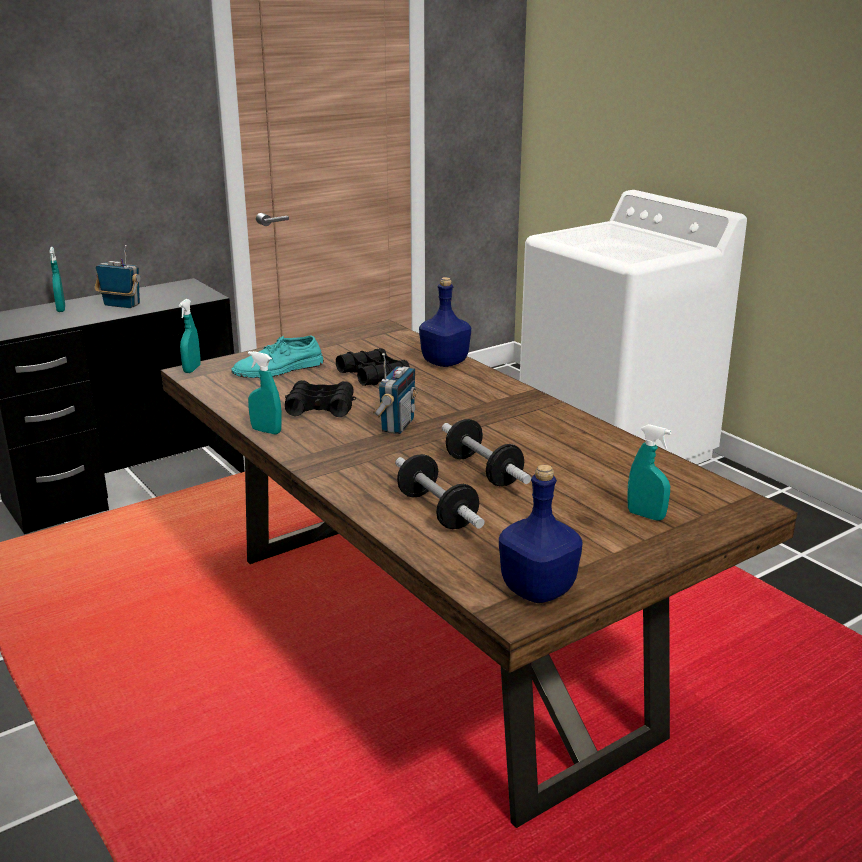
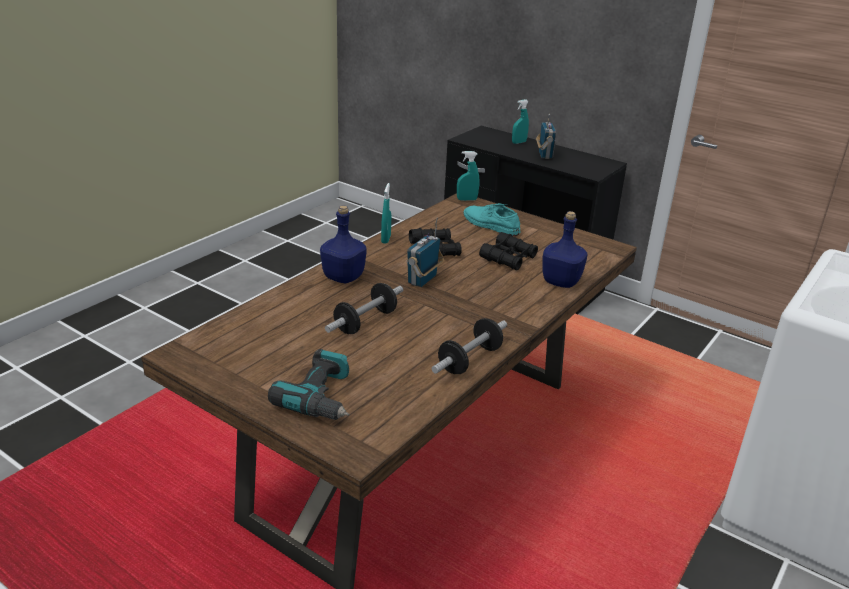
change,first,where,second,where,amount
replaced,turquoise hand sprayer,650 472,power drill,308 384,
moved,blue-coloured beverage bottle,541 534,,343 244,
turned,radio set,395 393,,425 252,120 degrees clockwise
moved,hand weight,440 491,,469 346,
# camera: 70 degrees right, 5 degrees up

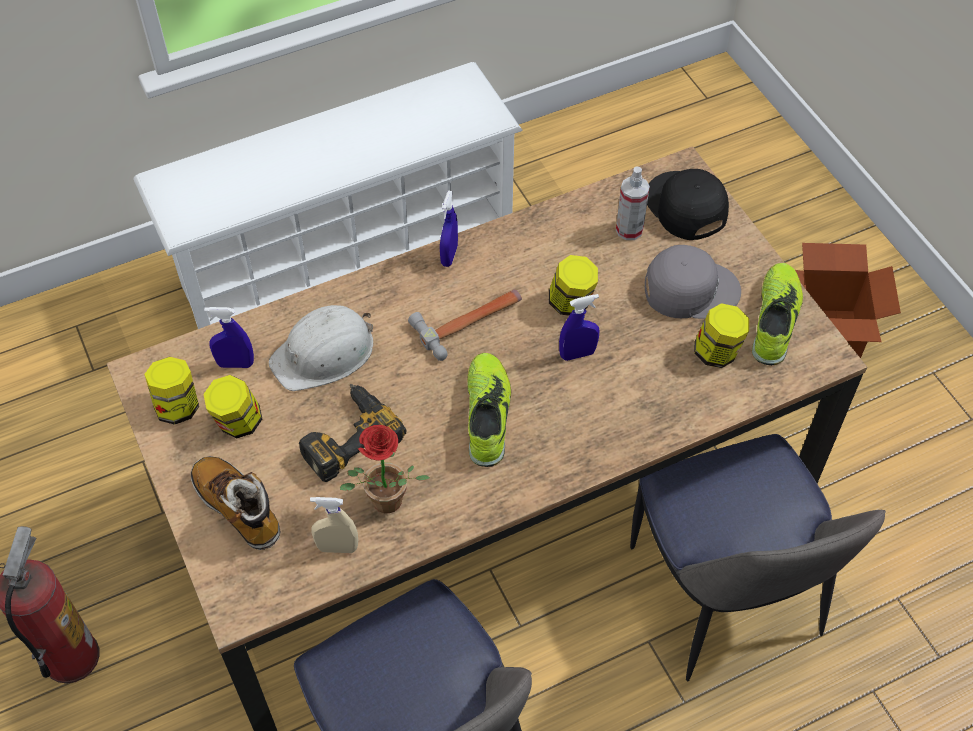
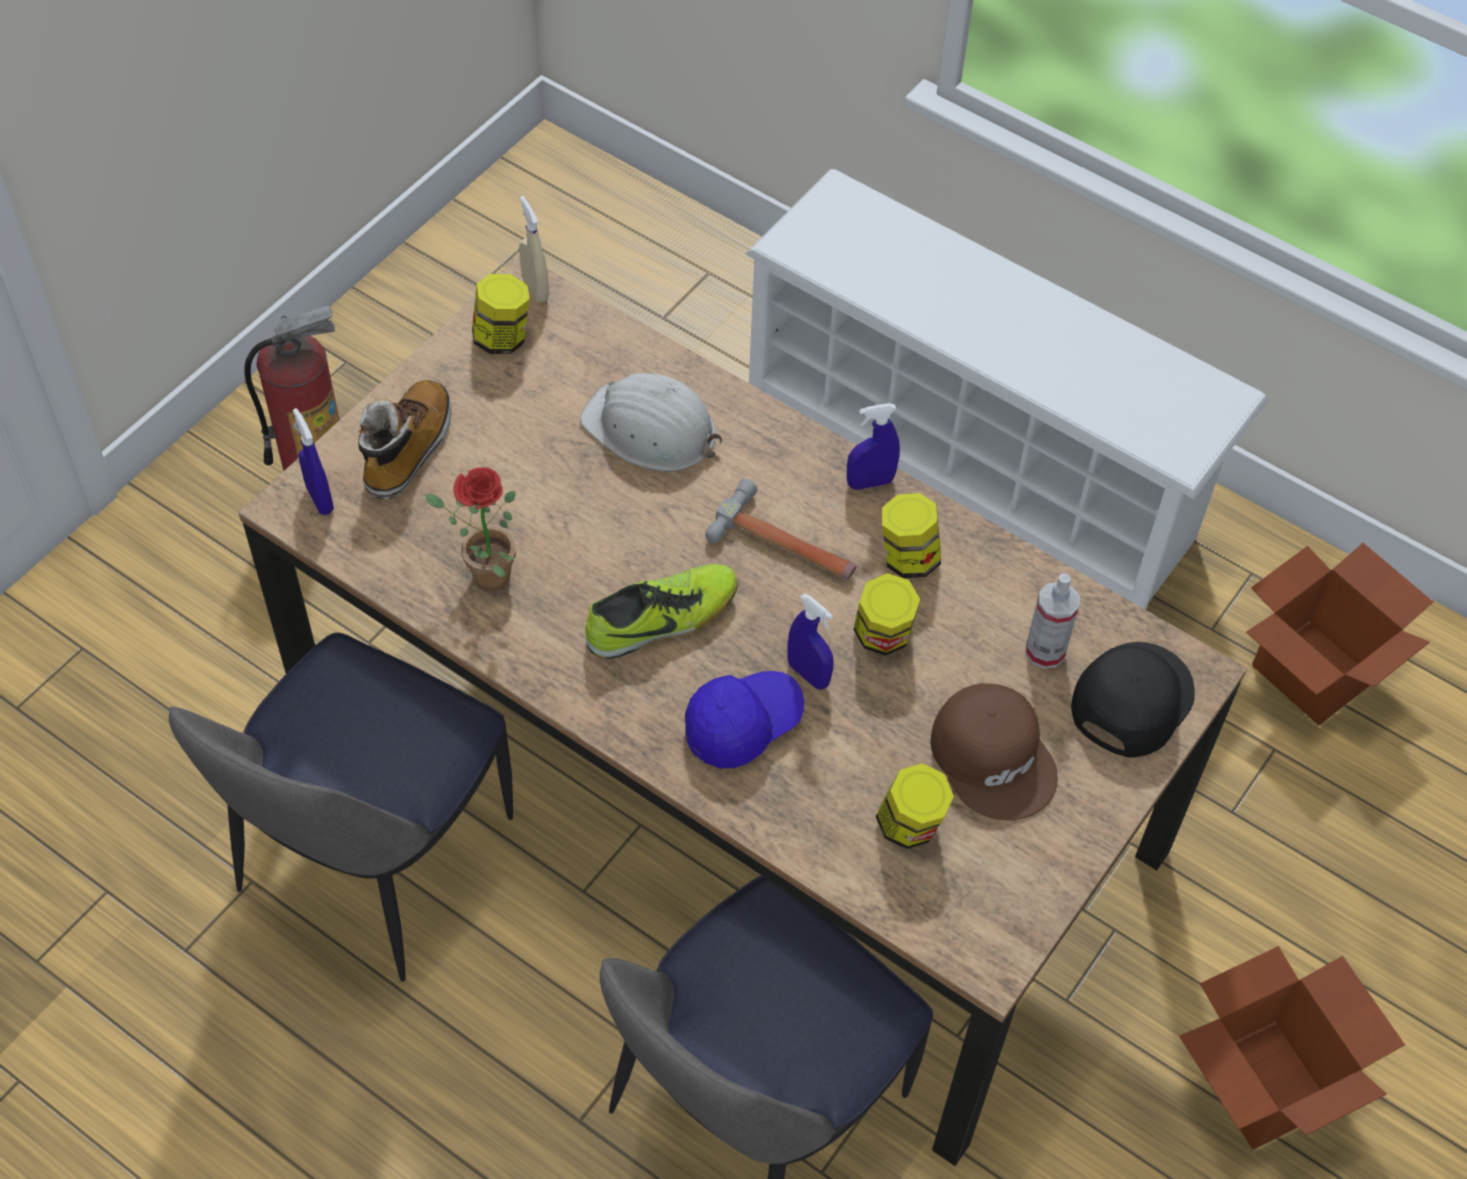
change,first,where,second,where,amount
moved,blue-coloured hand sprayer,229 337,,313 461,
moved,sand-coloured hand sprayer,334 525,,534 249,
added,,,blue-coloured peaked cap,744 719,
moved,jar,232 407,,911 535,
recoloured,greyish peaked cap,693 282,brown-coloured peaked cap,994 751,
added,,,carton,1339 634,
removed,power drill,352 433,,,
removed,shoe,777 314,,,
# camera: 60 degrees right, 0 degrees up

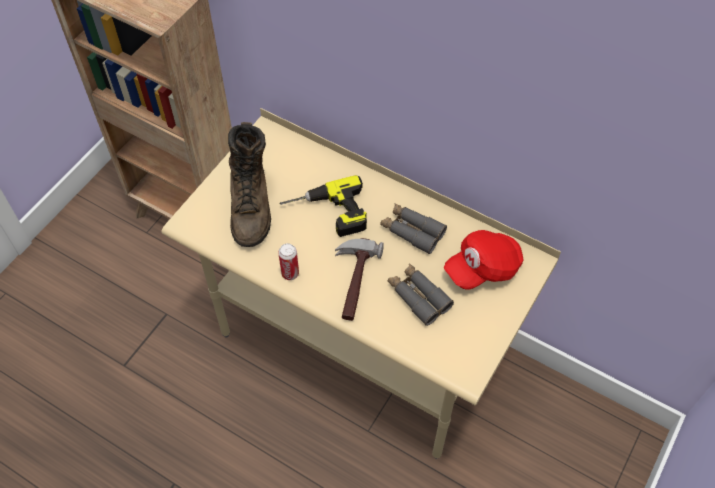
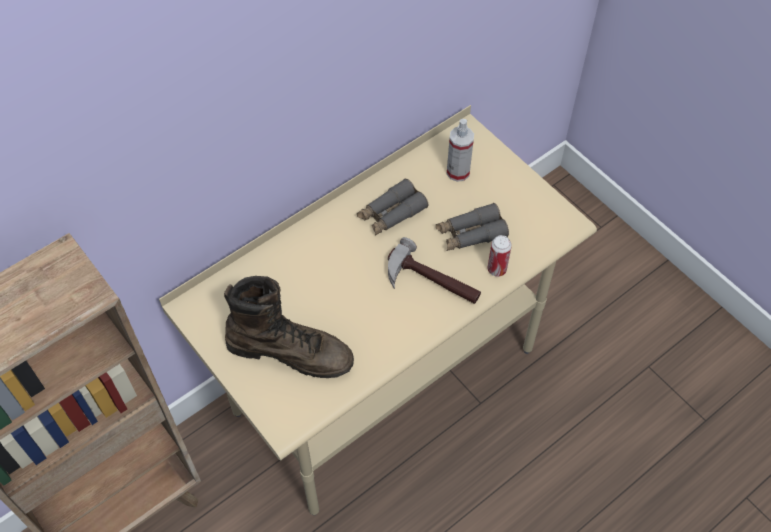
change,first,where,second,where,amount
replaced,red peaked cap,484 260,hand sprayer,460 150,
moved,can,288 261,,500 256,
removed,power drill,323 206,,,
# camera: 70 degrees left, 0 degrees up

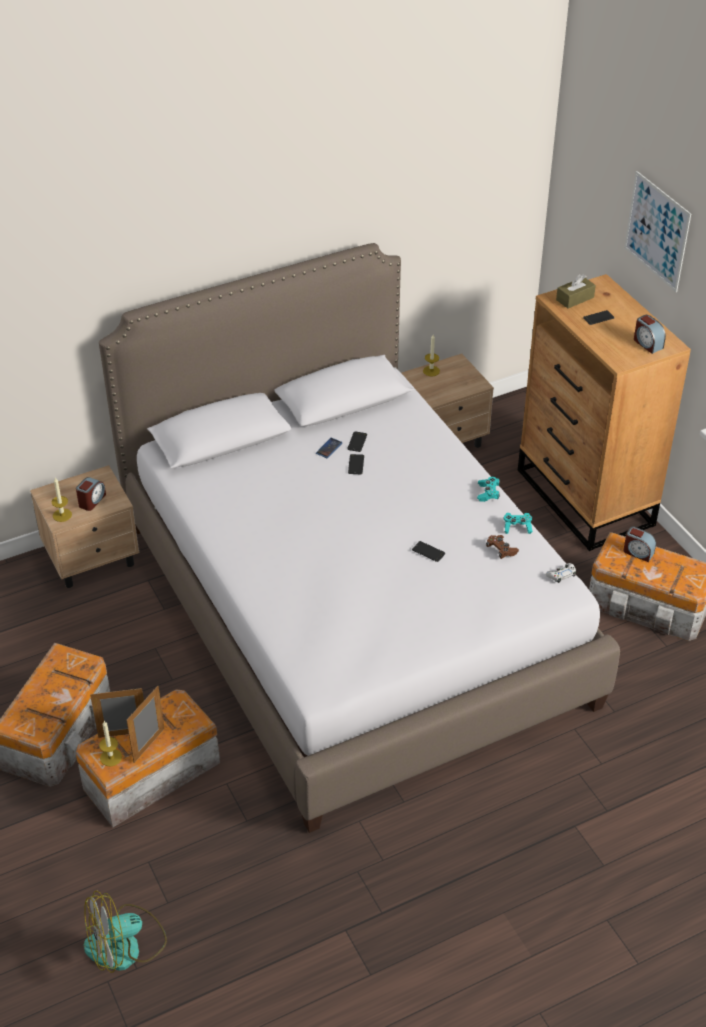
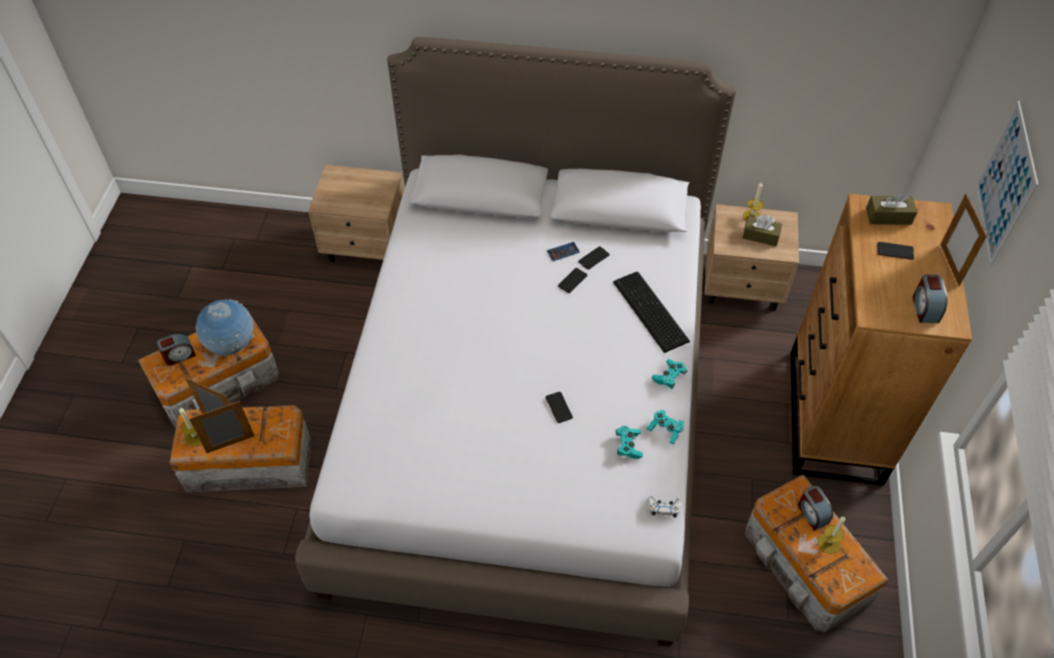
change,first,where,second,where,amount
moved,table clock,91 494,,176 349,
added,,,desk globe,225 327,
added,,,keyboard,651 312,
recoloured,brown-coloured joypad,502 547,turquoise joypad,629 442,
added,,,brown-coloured tissue box,762 230,
moved,wax candle,62 500,,831 535,
added,,,standing frame,963 240,
removed,cooling fan,125 931,,,
# camera: 35 degrees right, 10 degrees up

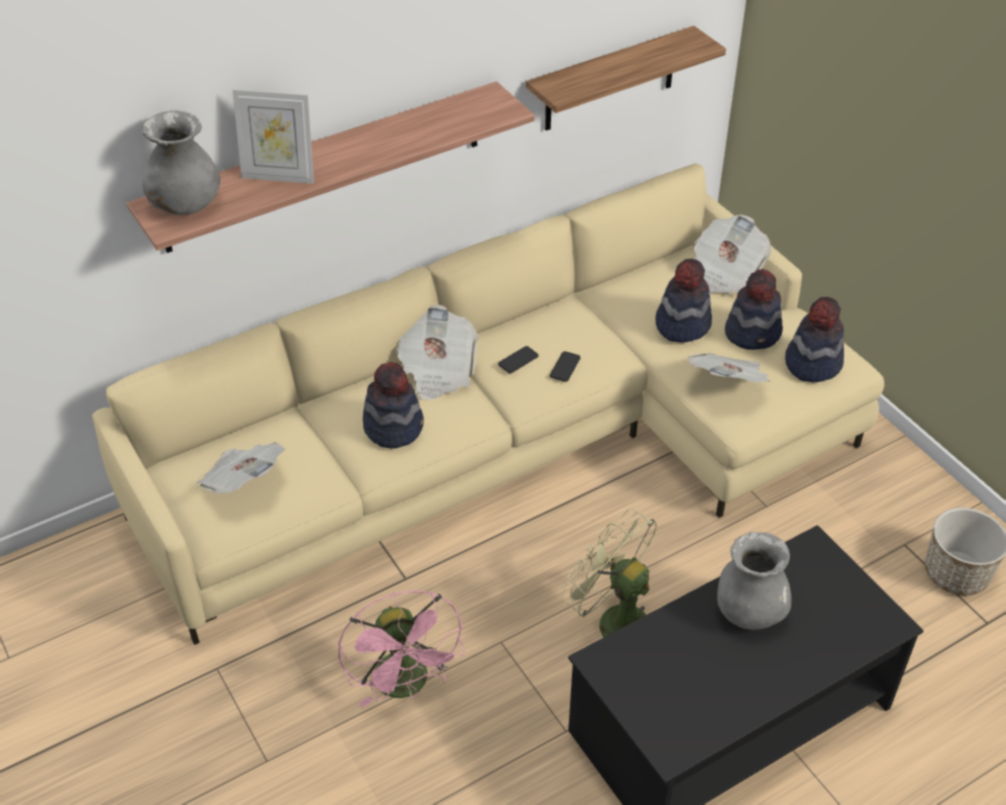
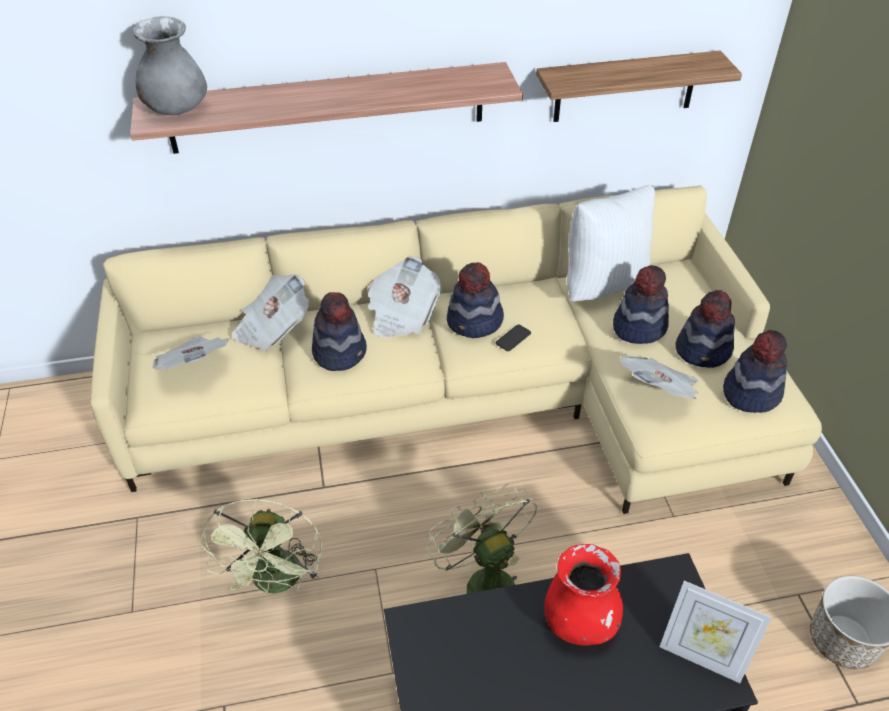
change,first,where,second,where,amount
recoloured,pinkish cooling fan,401 649,green-coloured cooling fan,261 548,
moved,newspaper,732 254,,270 313,
replaced,phone,518 360,wearable hat,475 300,
recoloured,greyish vase,754 581,red vase,583 595,
added,,,white-coloured pillow,611 243,
moved,standing frame,273 137,,716 632,
# camera: 20 degrees right, 0 degrees up

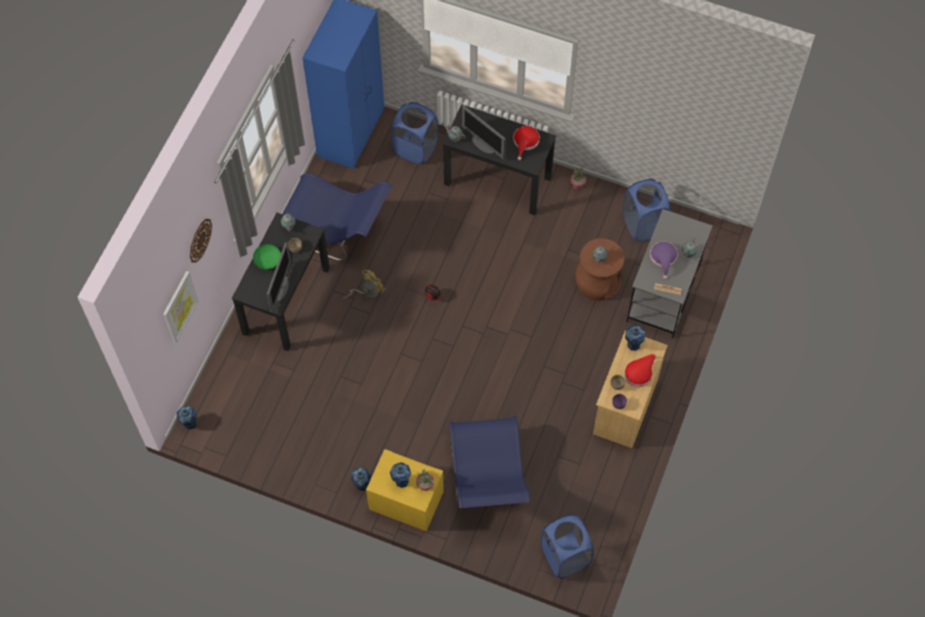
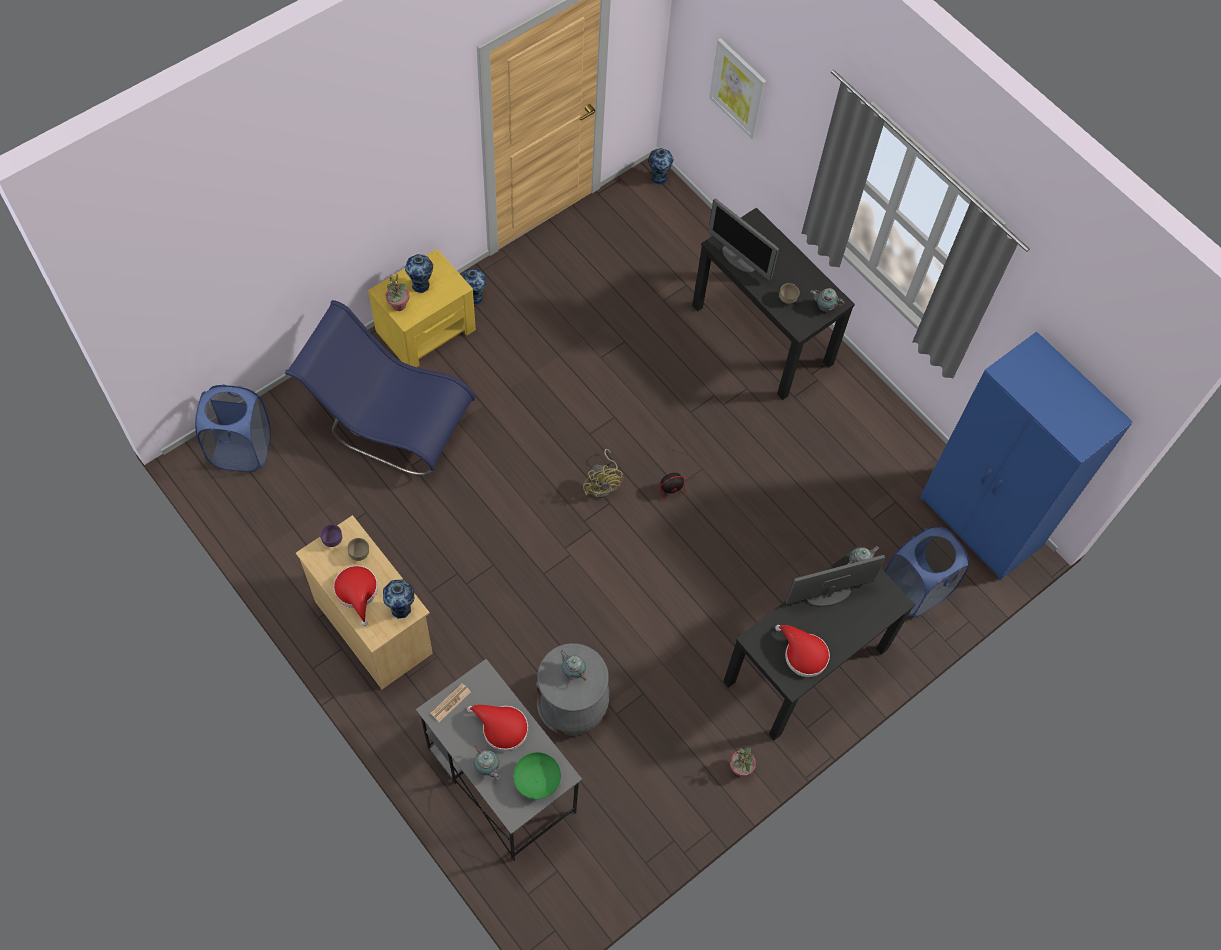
change,first,where,second,where,amount
recoloured,purple wearable hat,664 260,red wearable hat,497 728,
moved,green-coloured serving bowl,267 256,,537 775,
recoloured,brown-coloured sitting stool,600 269,greyish sitting stool,573 689,
moved,yellow-coloured cooling fan,364 284,,603 473,
removed,wall clock,201 241,,,
removed,blue-coloured upright chair,337 217,,,
removed,blue-coloured hamper,646 210,,,
# camera: 115 degrees right, 0 degrees up

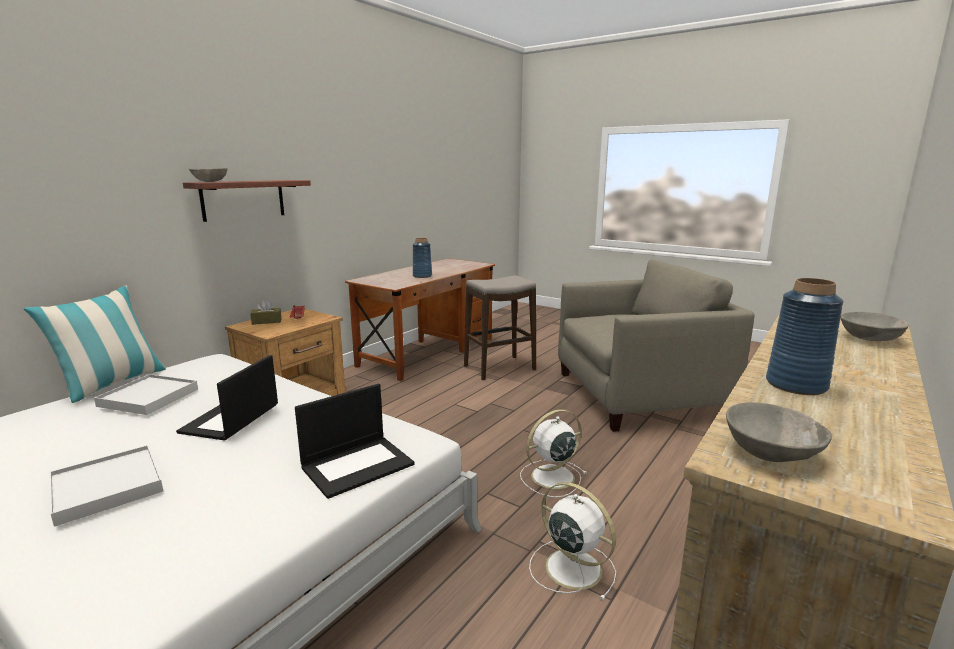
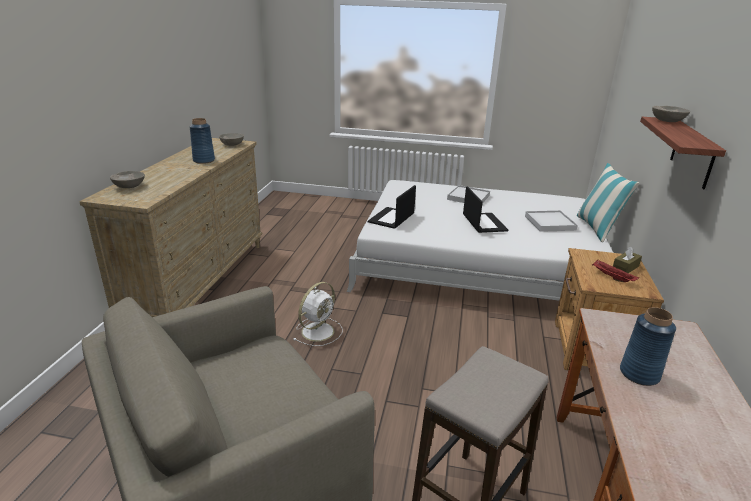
change,first,where,second,where,amount
removed,white-coloured cooling fan,572 541,,,
# camera: 155 degrees right, 10 degrees up

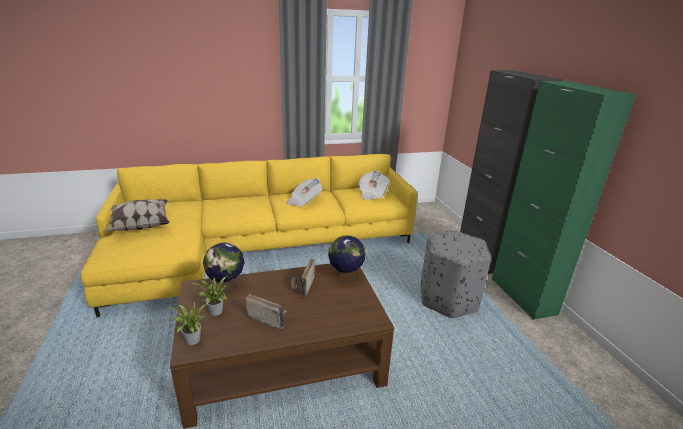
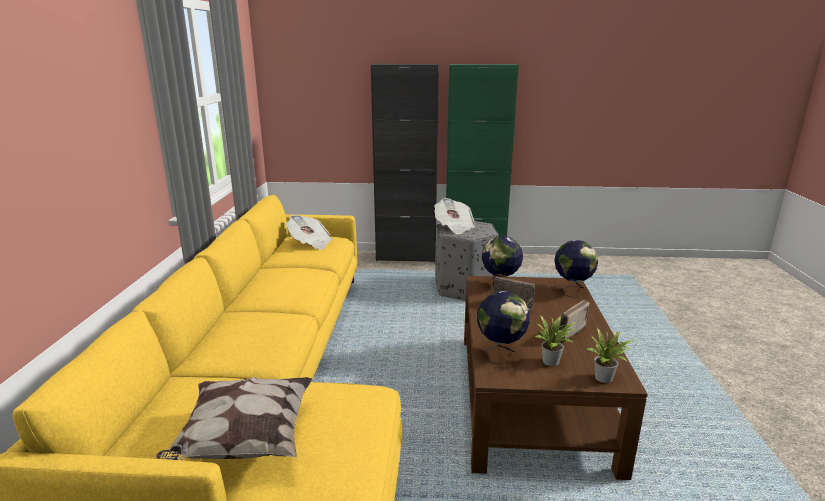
change,first,where,second,where,amount
moved,newspaper,304 192,,454 216,
added,,,desk globe,576 269,
# camera: 70 degrees left, 5 degrees down

